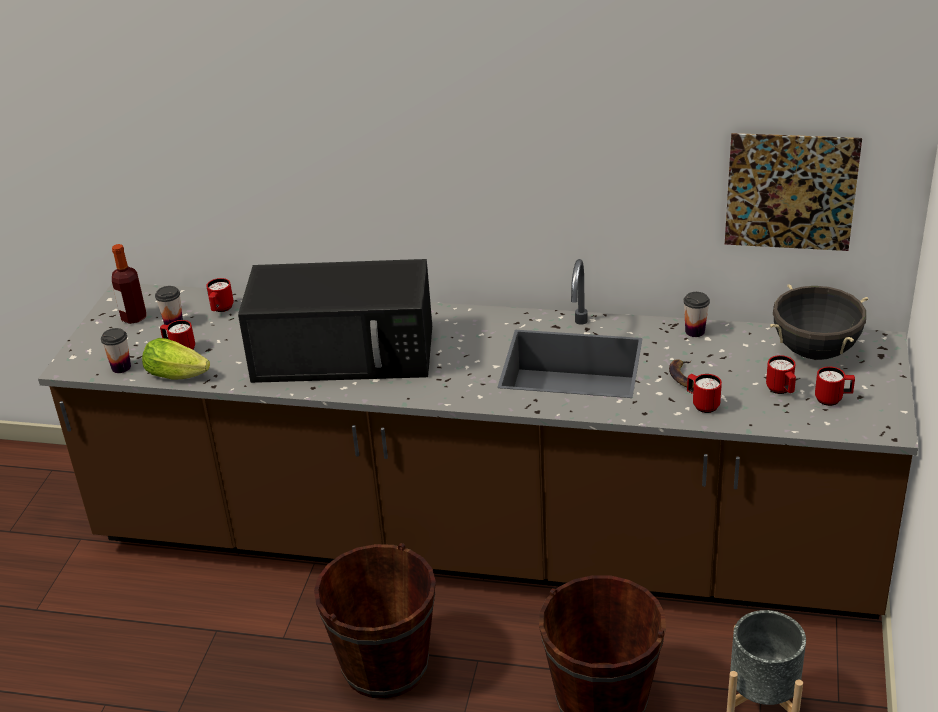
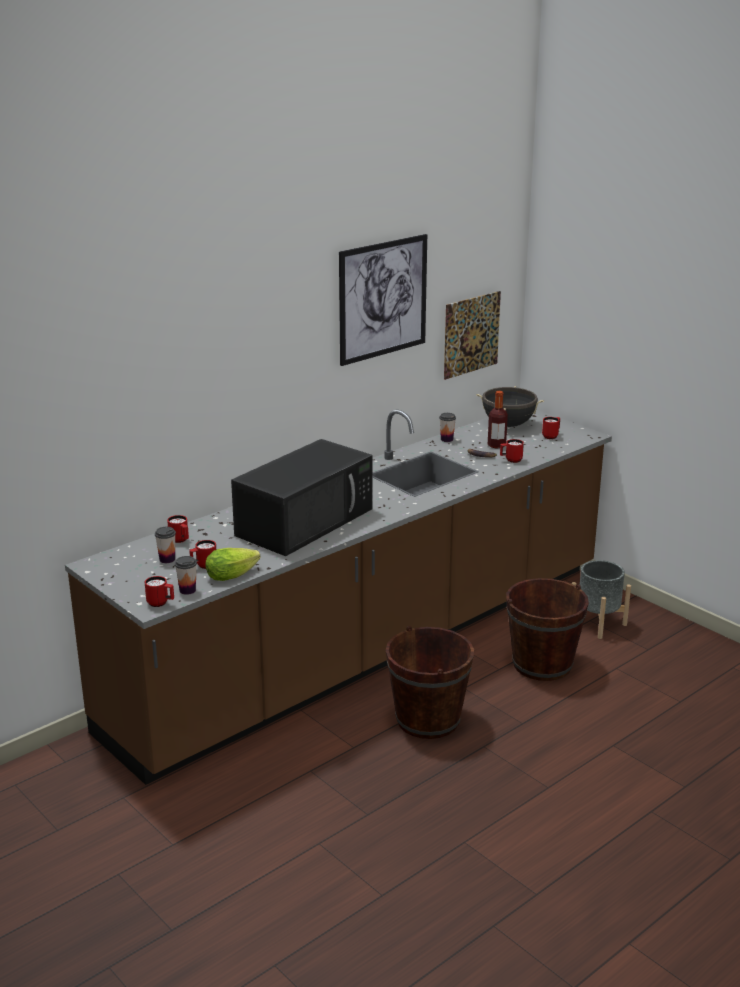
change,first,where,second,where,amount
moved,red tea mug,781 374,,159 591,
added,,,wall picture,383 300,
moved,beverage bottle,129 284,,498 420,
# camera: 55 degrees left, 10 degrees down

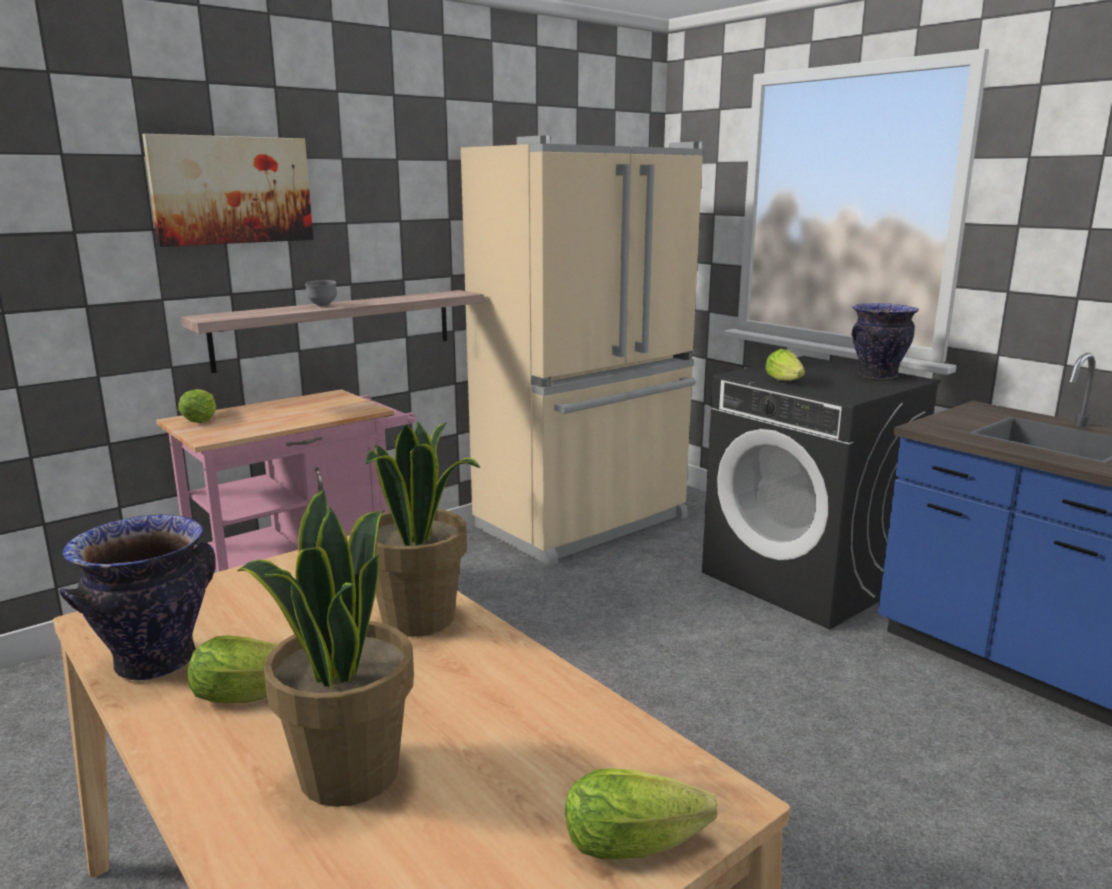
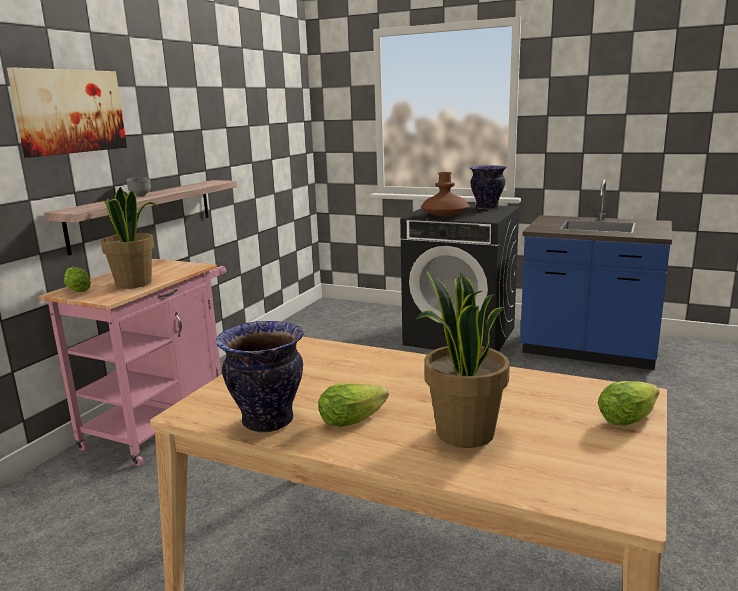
change,first,where,second,where,amount
moved,plant in a pot,423 529,,128 238,
replaced,lettuce,785 365,brown-coloured vase,445 194,
removed,sand-coloured refrigerator,582 351,,,
# camera: 25 degrees left, 0 degrees up

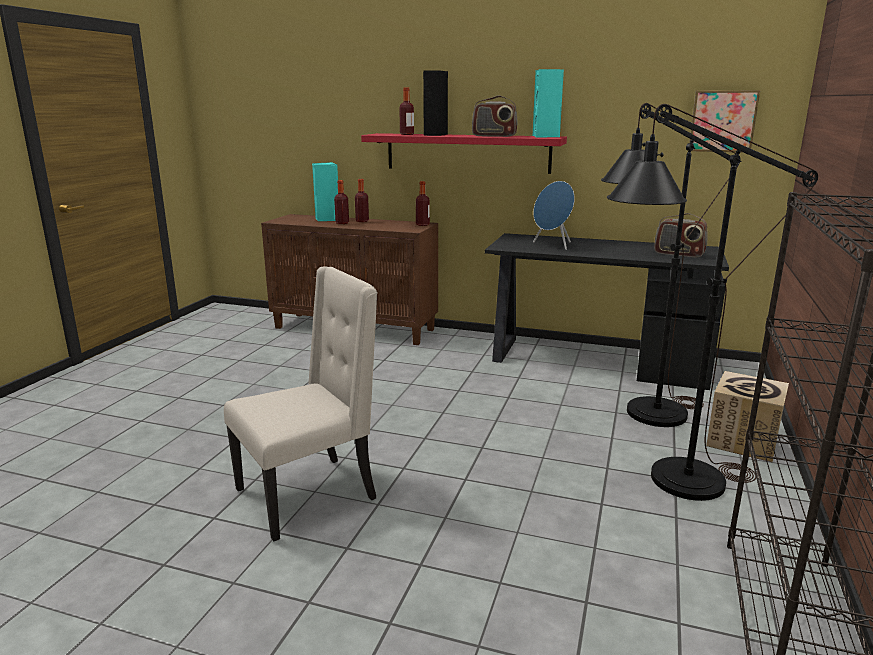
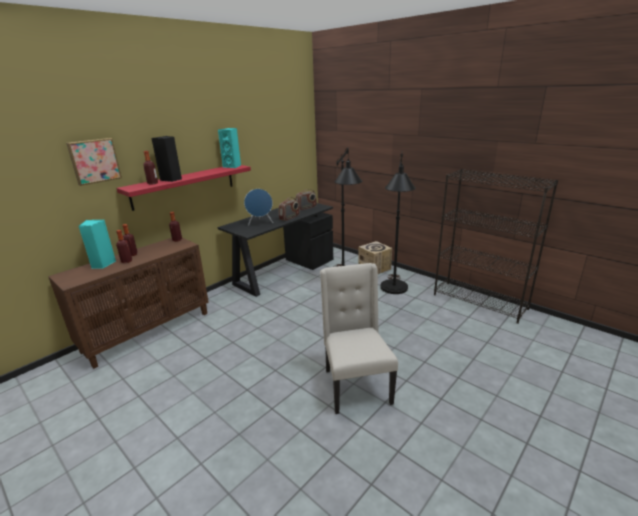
change,first,where,second,where,amount
moved,wall picture,724 121,,94 162,
moved,radio set,495 116,,289 209,
# camera: 65 degrees left, 5 degrees up

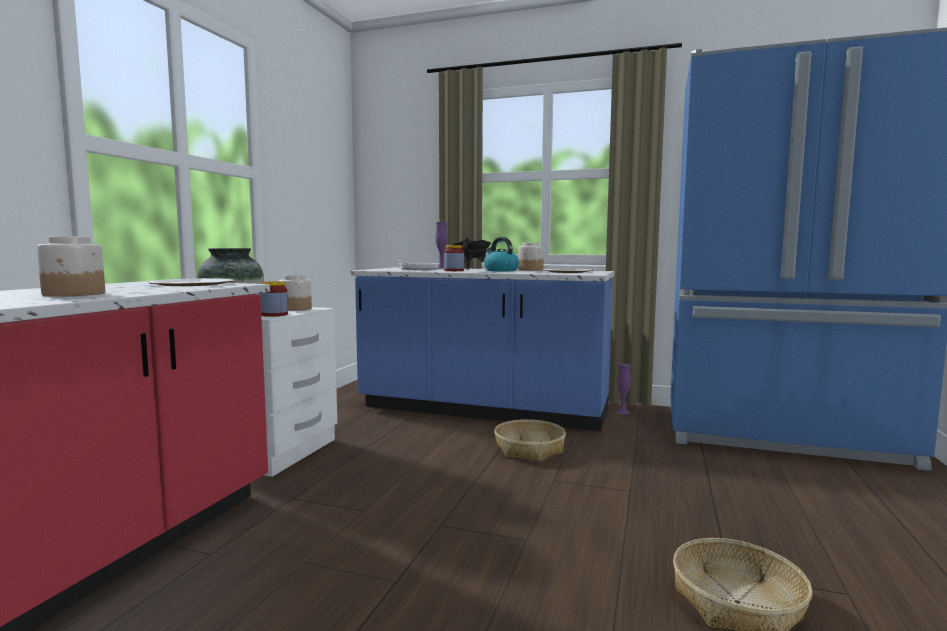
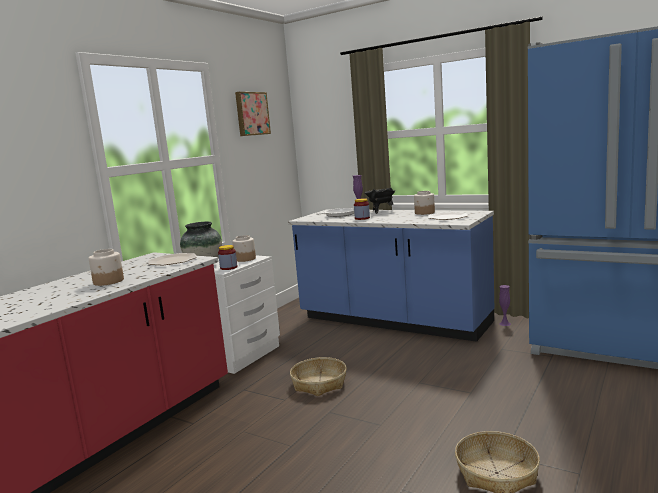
change,first,where,second,where,amount
added,,,wall picture,253 114,
moved,household basket,530 440,,318 376,
removed,water kettle,501 254,,,
# camera: 15 degrees right, 5 degrees up

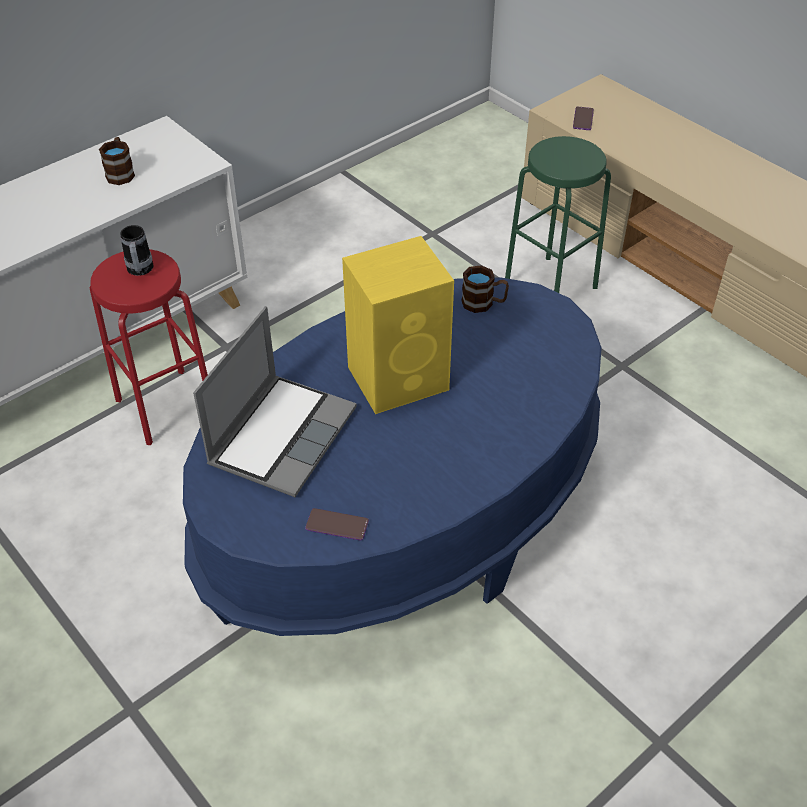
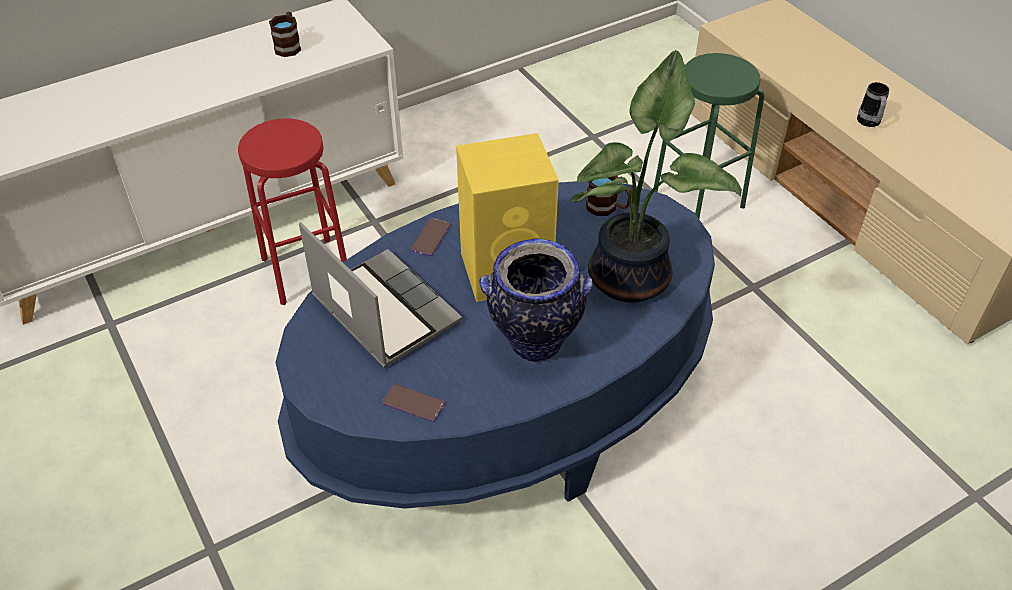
change,first,where,second,where,amount
turned,portable computer,275 401,,380 295,75 degrees counterclockwise
moved,phone,583 118,,431 237,
added,,,vase,536 300,
added,,,plant in a pot,655 176,
moved,tea mug,137 250,,873 104,
# camera: 10 degrees right, 0 degrees up

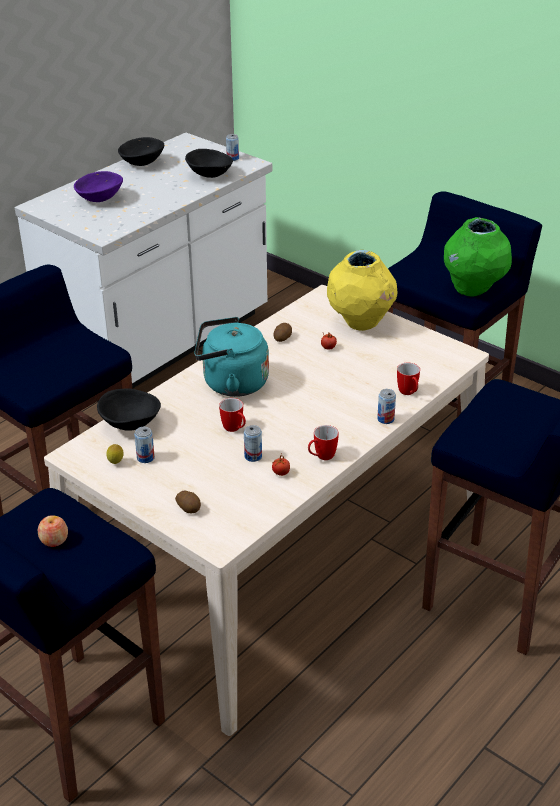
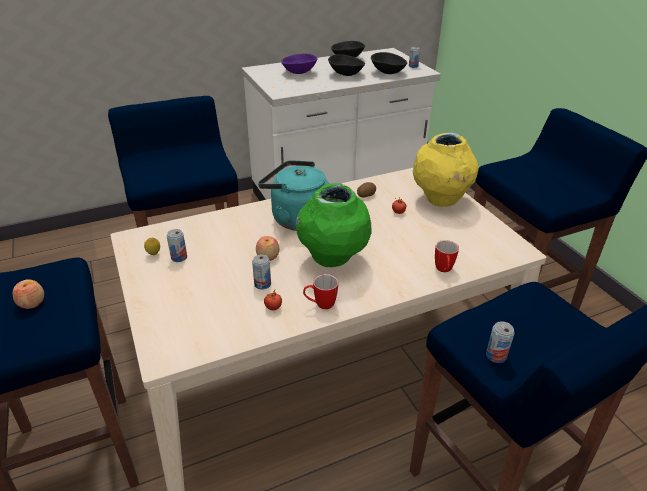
change,first,where,second,where,amount
replaced,tea mug,232 415,whole apple,267 248,
moved,green-coloured vase,478 256,,334 225,
moved,blackish serving bowl,129 409,,346 65,
moved,can,386 406,,500 342,
removed,whole potato,188 502,,,
# camera: 25 degrees right, 0 degrees up

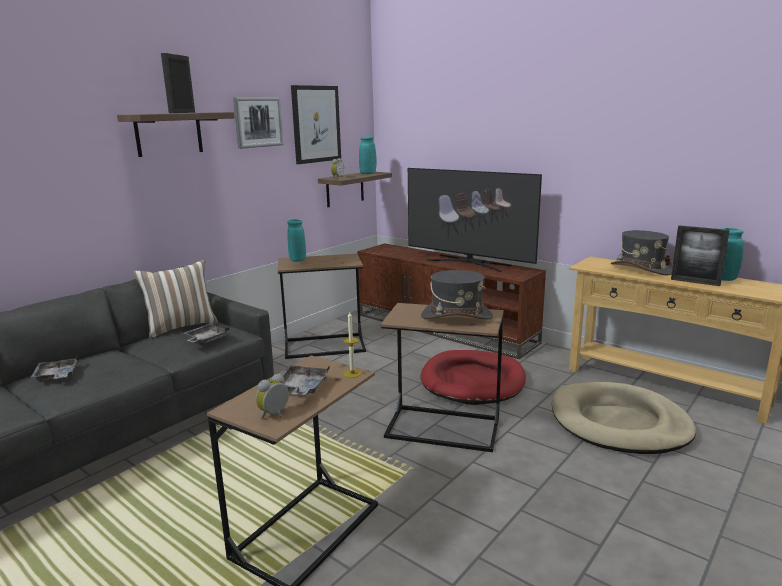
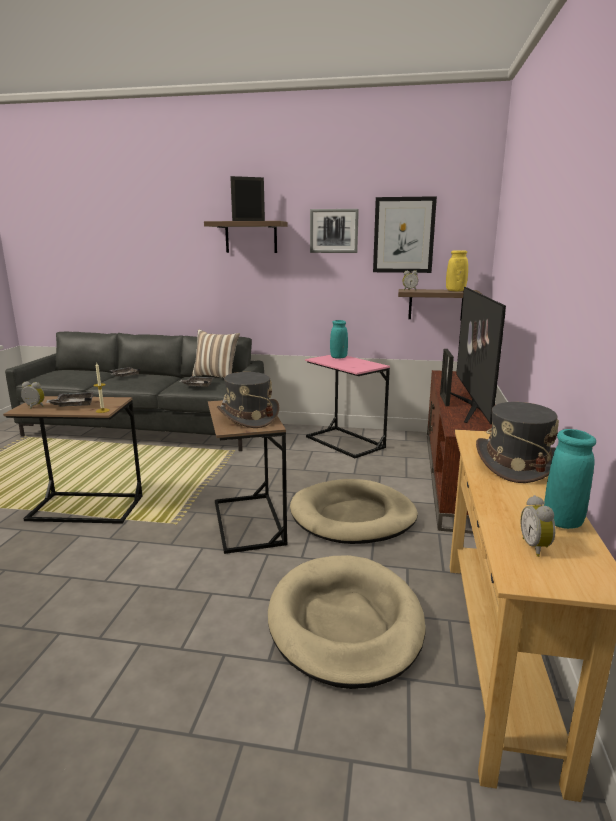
change,first,where,second,where,amount
recoloured,red dog bed,473 377,sand-coloured dog bed,354 511,
recoloured,brown-coloured accent table,322 306,pinkish accent table,347 406,
moved,standing frame,700 255,,447 377,
recoloured,turquoise vase,368 155,yellow-coloured vase,457 270,
added,,,table clock,538 526,
# camera: 60 degrees right, 0 degrees up

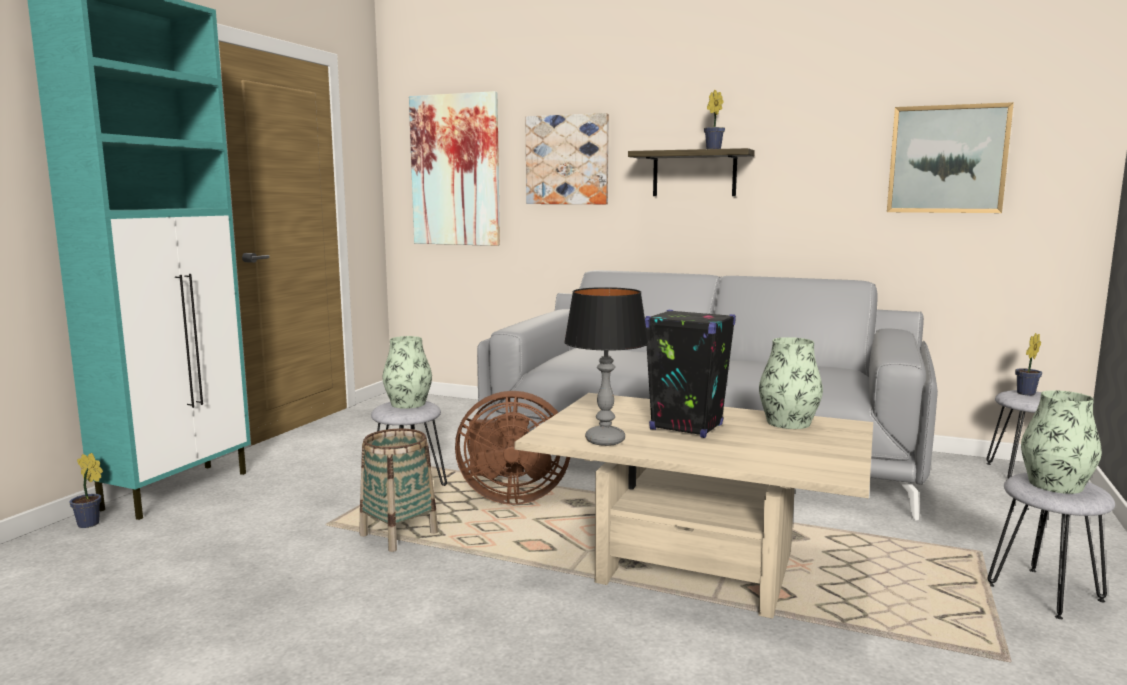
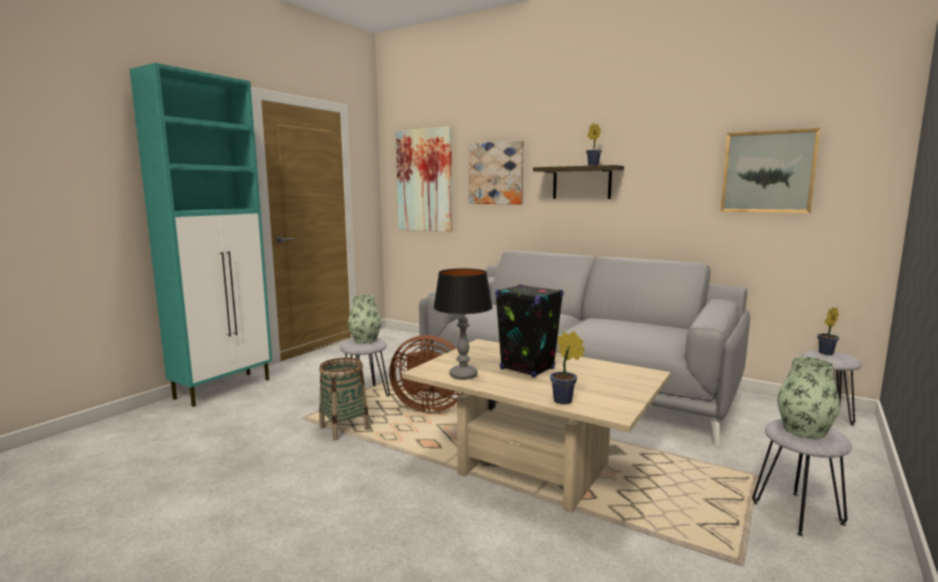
change,first,where,second,where,amount
moved,plant in a pot,86 490,,567 367,
removed,vase,791 383,,,
# camera: 10 degrees right, 0 degrees up

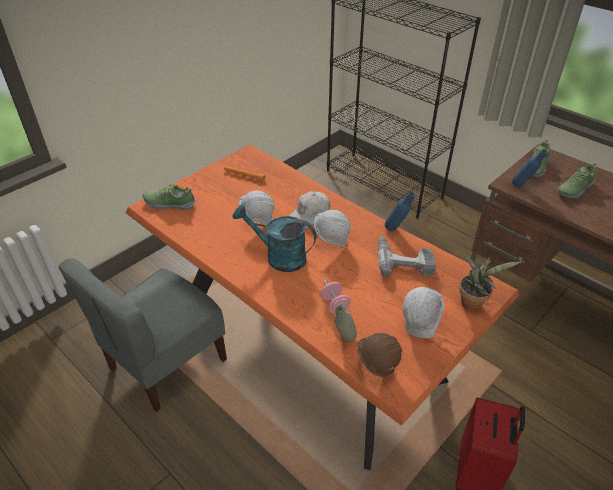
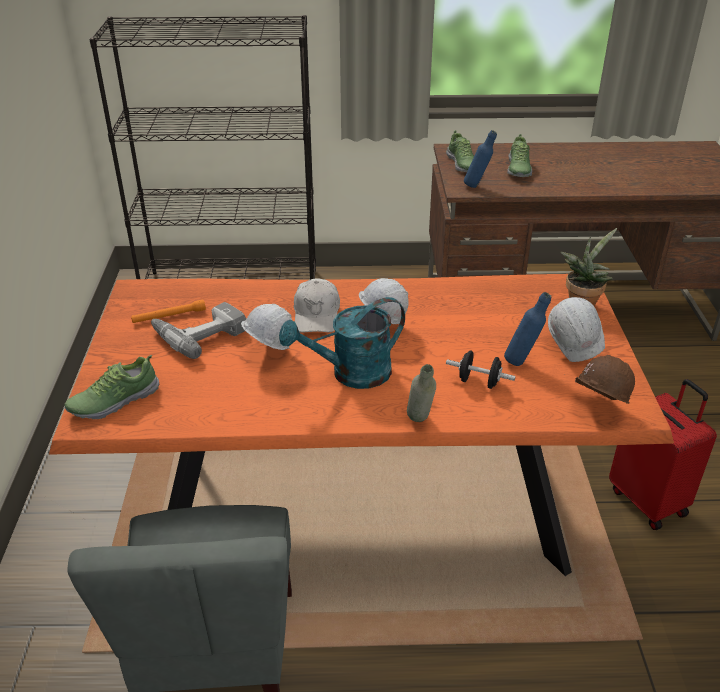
change,first,where,second,where,amount
moved,power drill,407 256,,198 330,
moved,greyish beverage bottle,345 324,,421 393,
recoloured,pinkish hand weight,336 297,blackish hand weight,481 370,
moved,blue-coloured beverage bottle,400 211,,527 329,
# camera: 45 degrees left, 5 degrees down

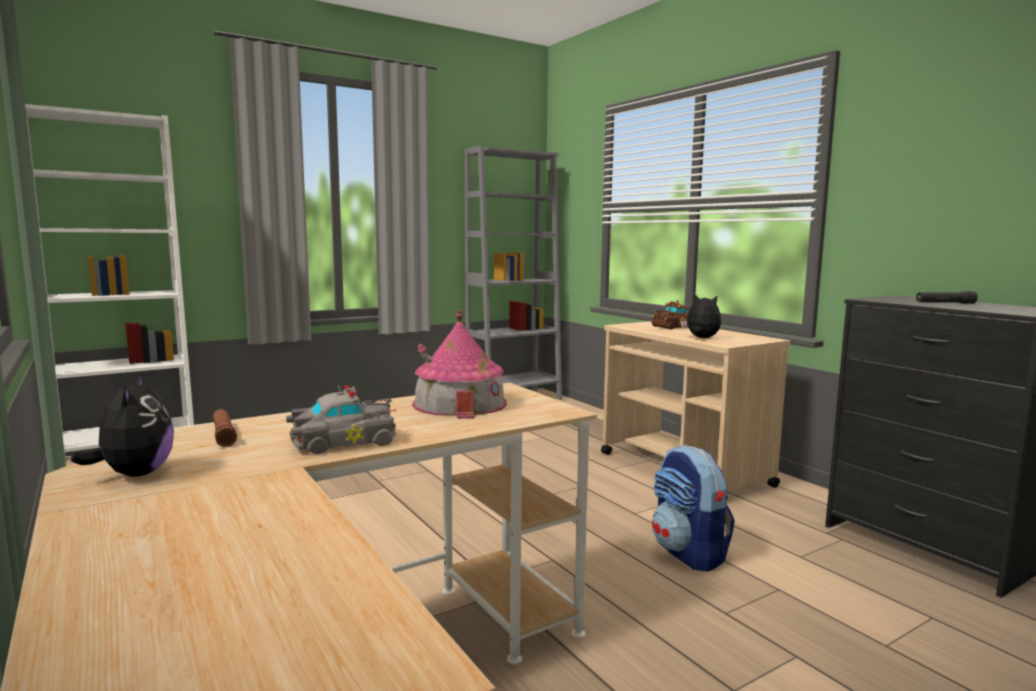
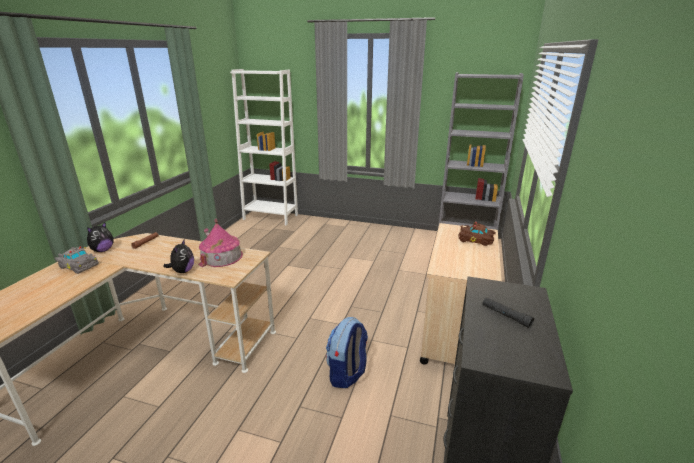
change,first,where,second,where,amount
moved,greyish miniature car,341 420,,77 260,
moved,soft toy,701 316,,178 256,
# camera: 50 degrees right, 15 degrees up

